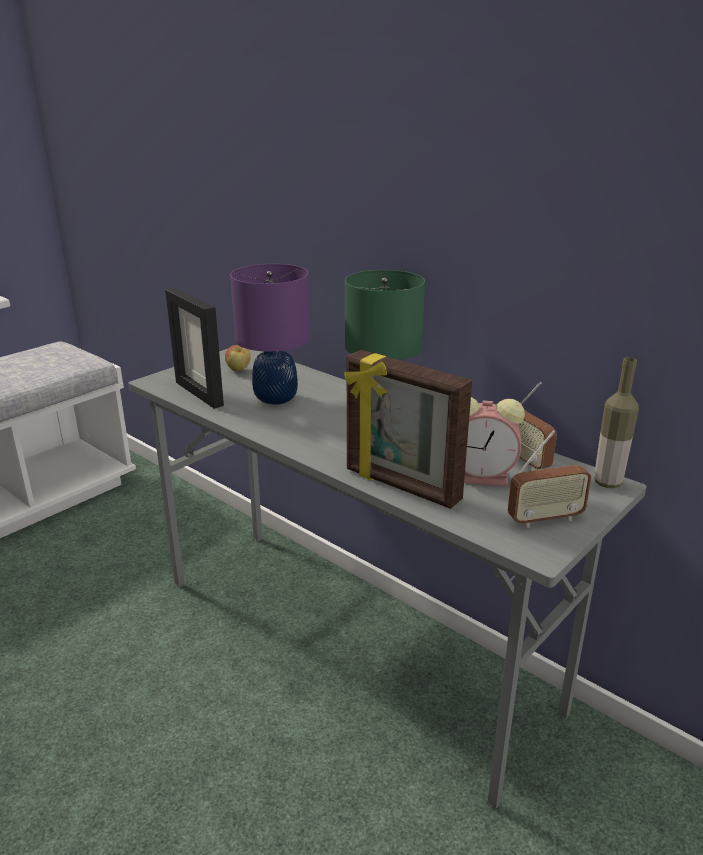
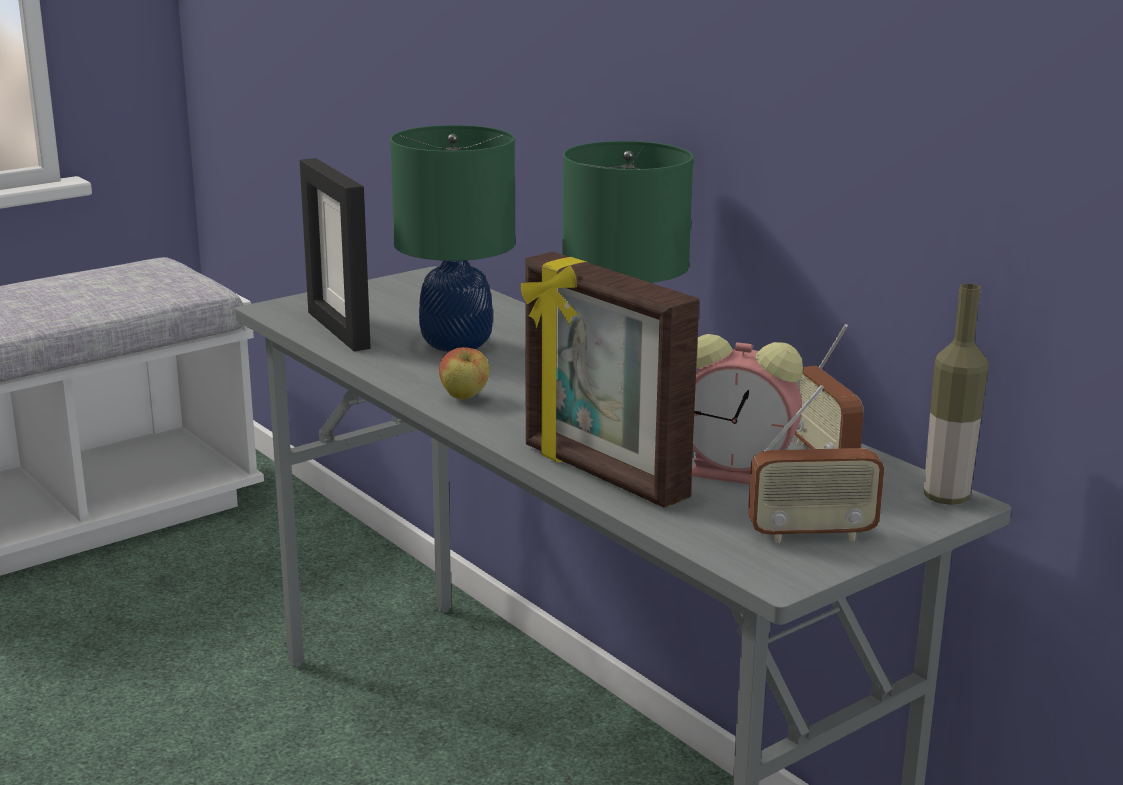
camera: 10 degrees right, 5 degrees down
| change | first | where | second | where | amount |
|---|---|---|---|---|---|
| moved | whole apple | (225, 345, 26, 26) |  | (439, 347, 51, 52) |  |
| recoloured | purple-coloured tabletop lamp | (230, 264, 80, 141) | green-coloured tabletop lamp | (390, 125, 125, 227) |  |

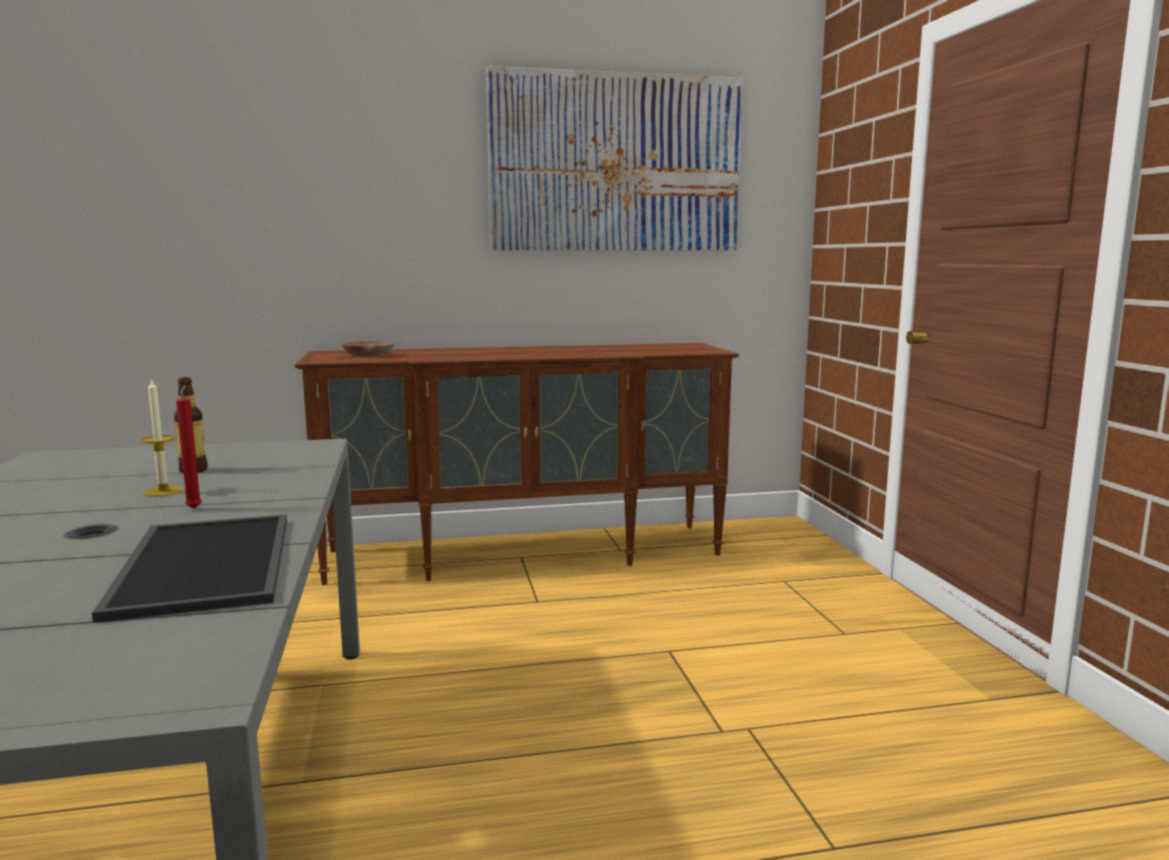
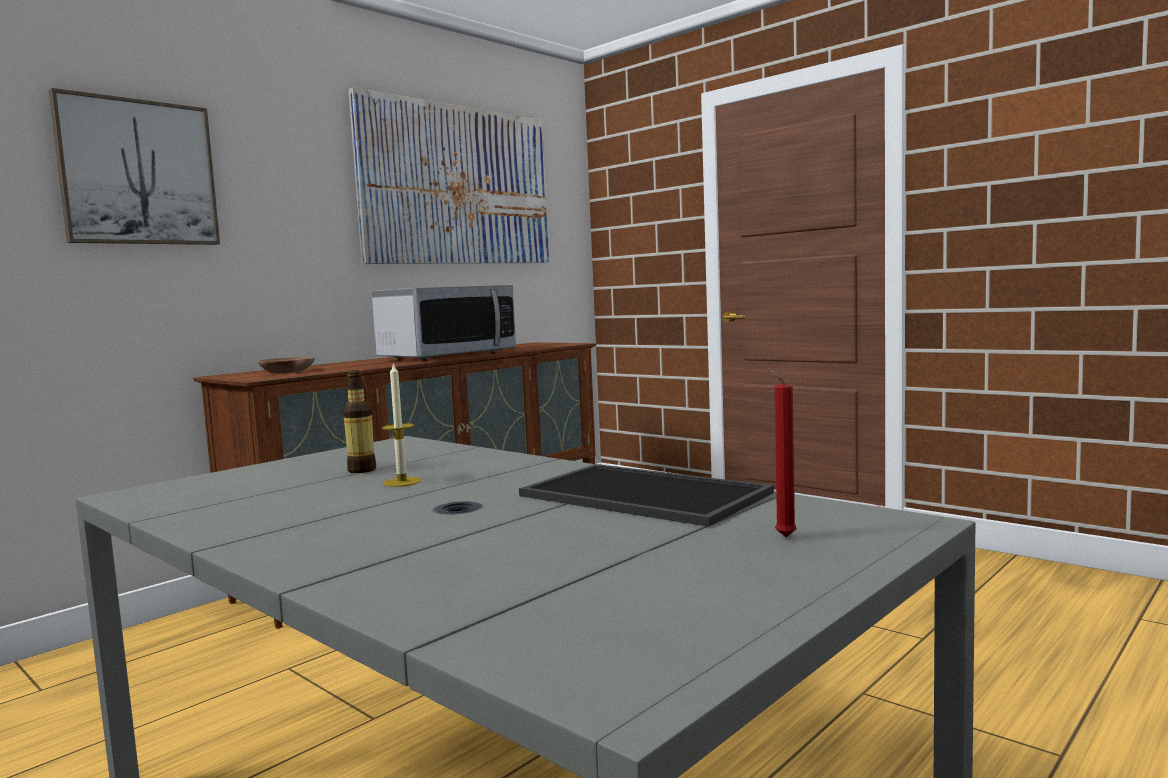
camera: 35 degrees left, 5 degrees down
| change | first | where | second | where | amount |
|---|---|---|---|---|---|
| added |  |  | wall art | (49, 88, 171, 157) |  |
| added |  |  | kitchen microwave | (372, 285, 144, 76) |  |
| moved | red-coloured wax light | (176, 385, 26, 124) |  | (767, 368, 30, 169) |  |

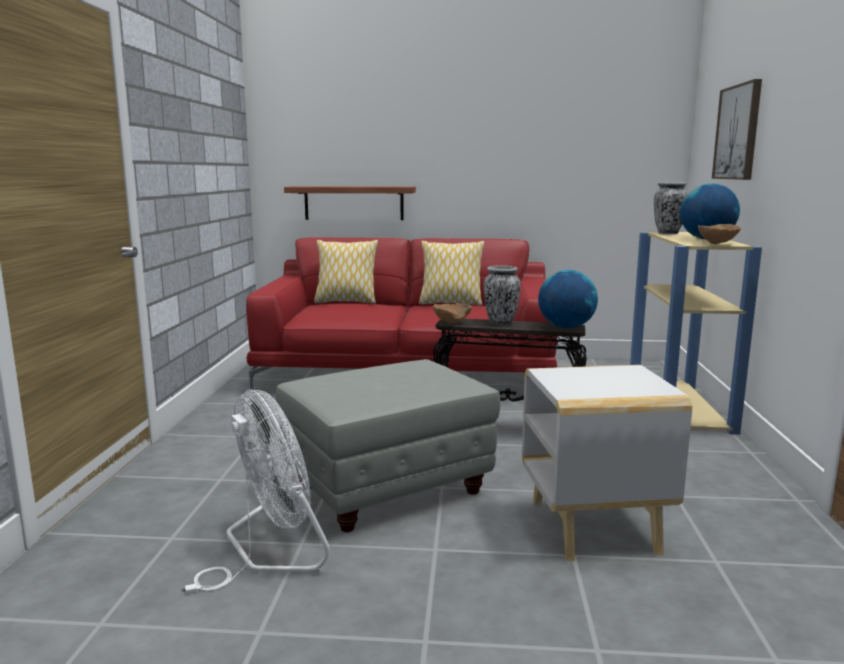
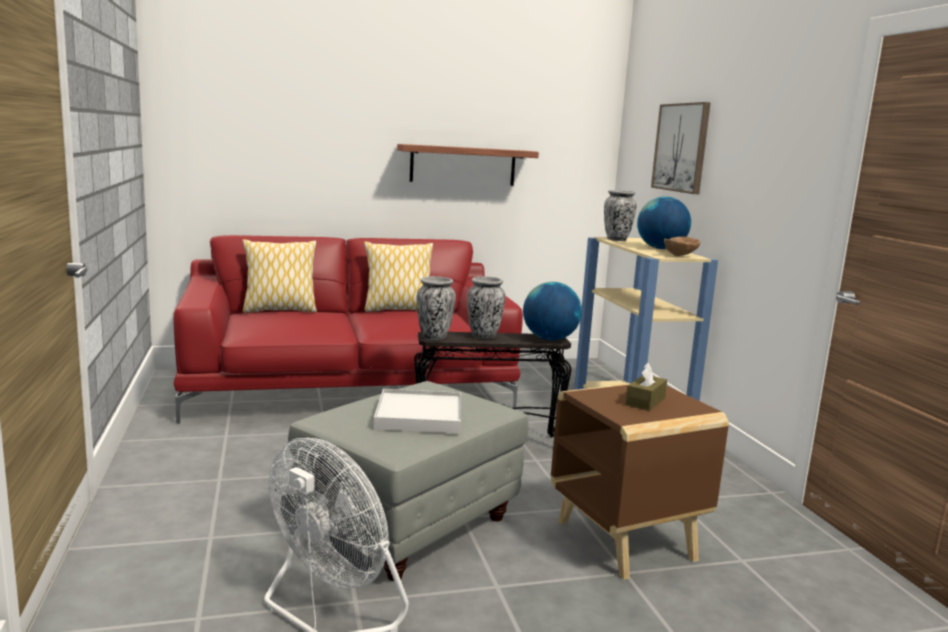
camera: 20 degrees left, 0 degrees up
| change | first | where | second | where | amount |
|---|---|---|---|---|---|
| added |  |  | whitish serving tray | (374, 389, 87, 45) |  |
| added |  |  | brownish tissue holder | (625, 363, 42, 48) |  |
| moved | bracket shelf | (284, 186, 132, 34) |  | (397, 144, 142, 42) |  |
| replaced | brownish bowl | (433, 303, 39, 21) | flower vase | (417, 276, 39, 64) |  |
| recoloured | whitish accent table | (522, 365, 170, 196) | brownish accent table | (551, 384, 178, 196) |  |

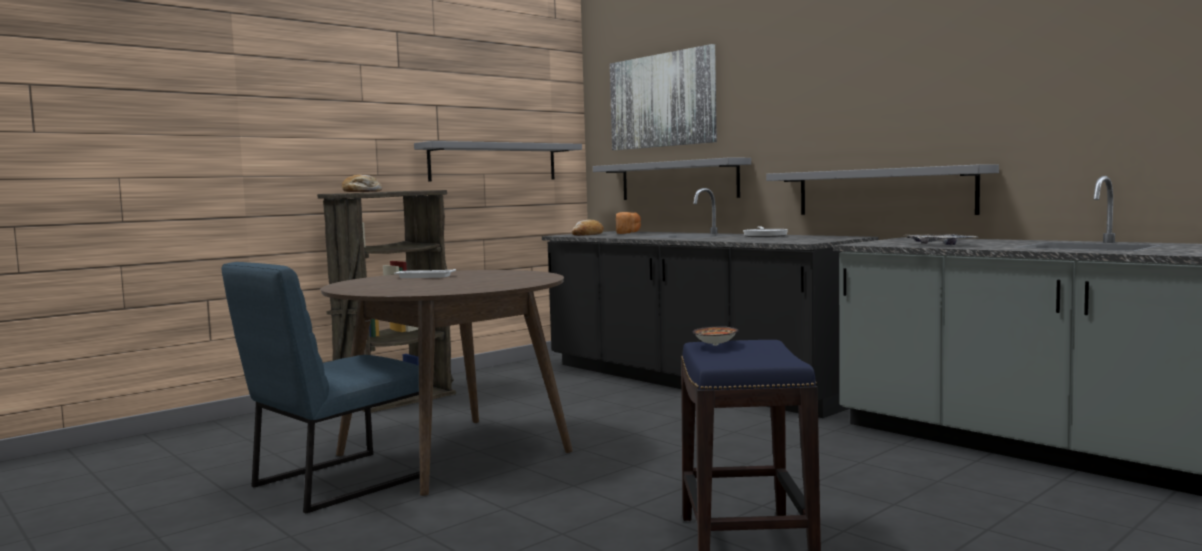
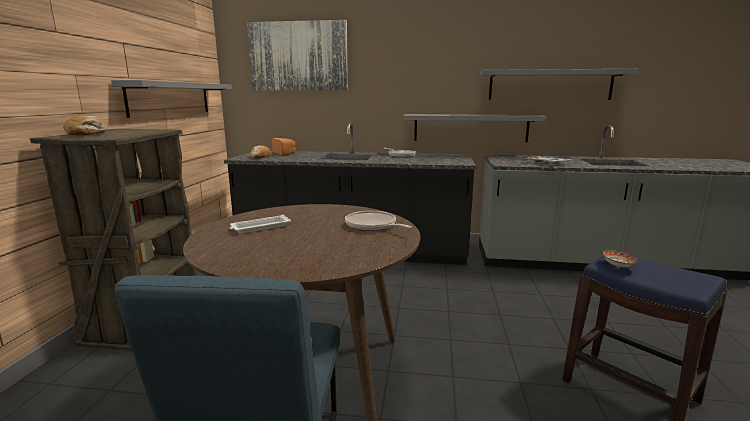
camera: 40 degrees left, 10 degrees up
| change | first | where | second | where | amount |
|---|---|---|---|---|---|
| added |  |  | skillet | (345, 211, 67, 20) |  |
| moved | greyish bracket shelf | (593, 158, 158, 42) |  | (480, 69, 158, 31) |  |

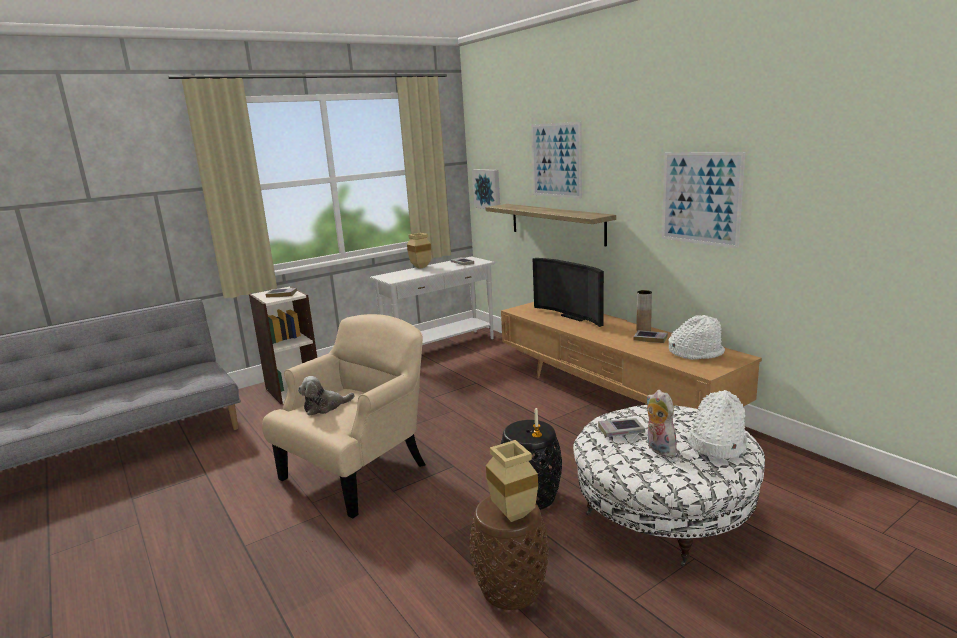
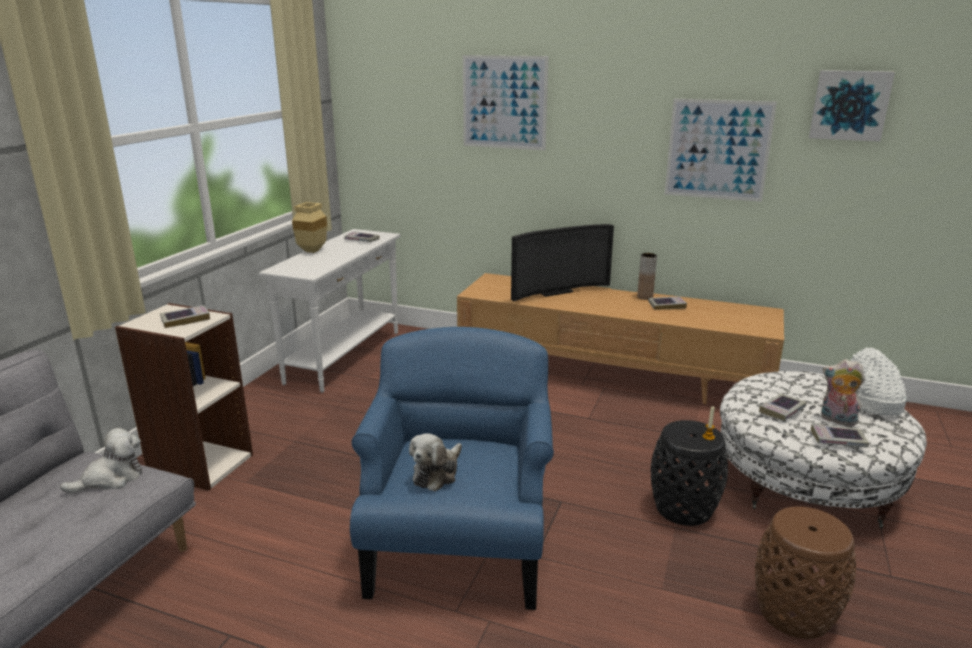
camera: 35 degrees left, 5 degrees up
| change | first | where | second | where | amount |
|---|---|---|---|---|---|
| removed | bracket shelf | (485, 204, 131, 42) |  |  |  |
| removed | sand-coloured flower vase | (486, 440, 52, 82) |  |  |  |
| removed | whitish clothing hat | (669, 315, 56, 45) |  |  |  |
| added |  |  | soft toy | (60, 428, 82, 66) |  |
| added |  |  | volume | (811, 423, 58, 25) |  |
| moved | wall art | (472, 169, 28, 40) |  | (809, 70, 86, 72) |  |
| recoloured | sand-coloured armchair | (262, 314, 164, 205) | blue armchair | (350, 327, 204, 283) |  |
| turned | television | (533, 258, 71, 69) |  | (511, 224, 103, 77) | 45 degrees counterclockwise |

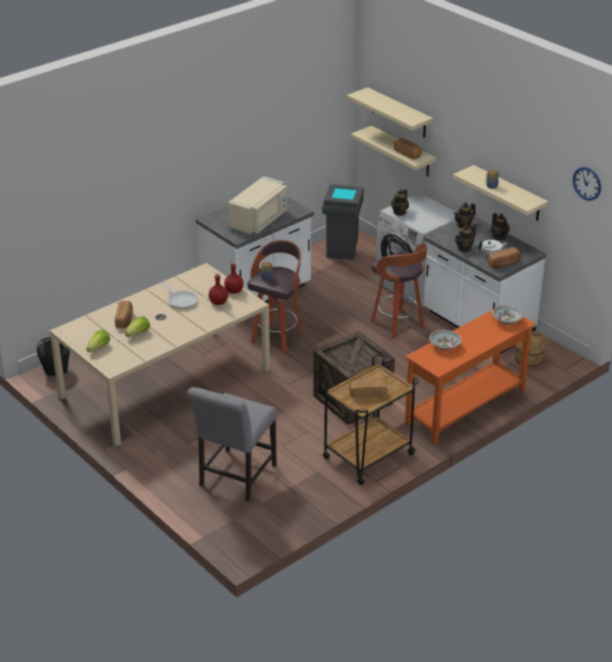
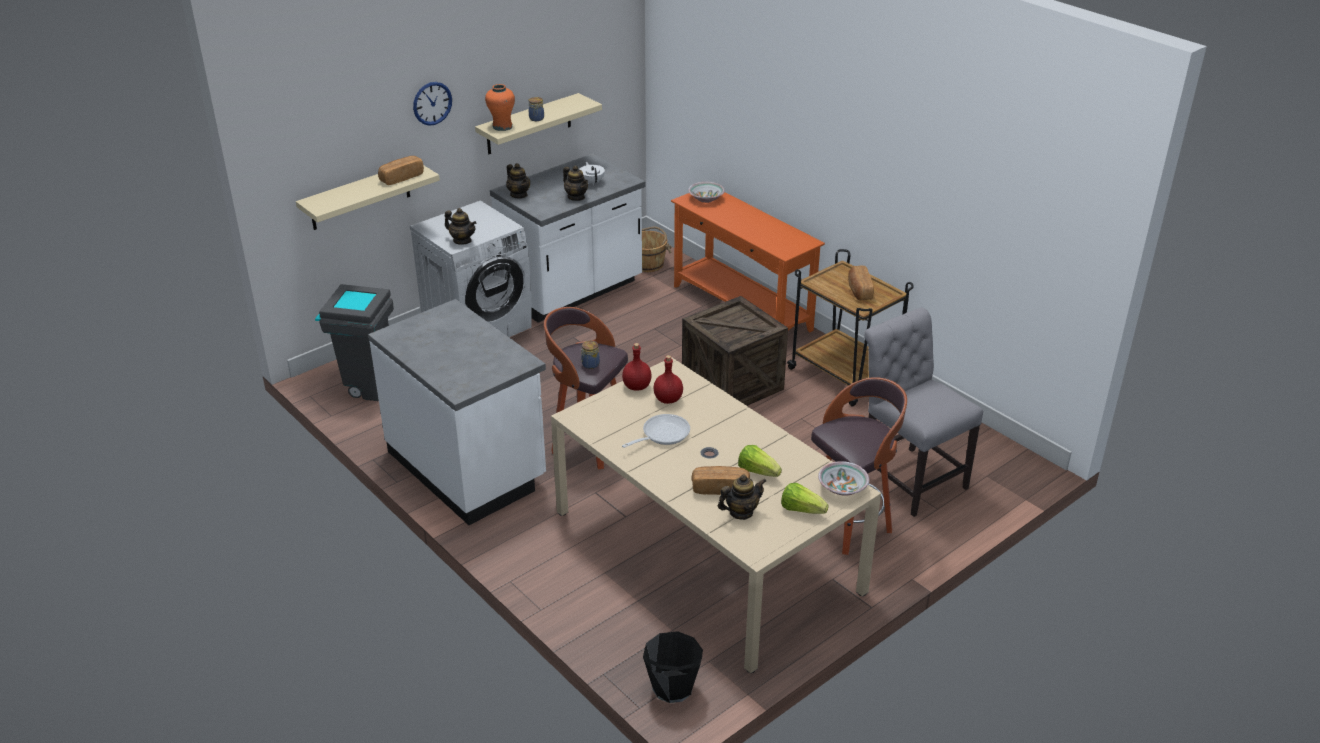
camera: 90 degrees left, 0 degrees up
| change | first | where | second | where | amount |
|---|---|---|---|---|---|
| removed | sand-coloured kitchen microwave | (228, 176, 59, 59) |  |  |  |
| removed | sand-coloured bracket shelf | (347, 87, 86, 51) |  |  |  |
| removed | bread | (488, 247, 33, 22) |  |  |  |
| added |  |  | orangey flower vase | (485, 84, 30, 47) |  |
| moved | stool | (371, 243, 56, 96) |  | (811, 377, 96, 178) |  |
| moved | bowl | (429, 330, 32, 20) |  | (818, 461, 52, 35) |  |
| moved | teapot | (491, 213, 19, 27) |  | (718, 474, 49, 46) |  |
| moved | hanging clock | (573, 167, 28, 34) |  | (413, 82, 39, 44) |  |
| turned | greyish upright chair | (187, 387, 90, 114) |  | (864, 308, 119, 209) | 150 degrees counterclockwise |

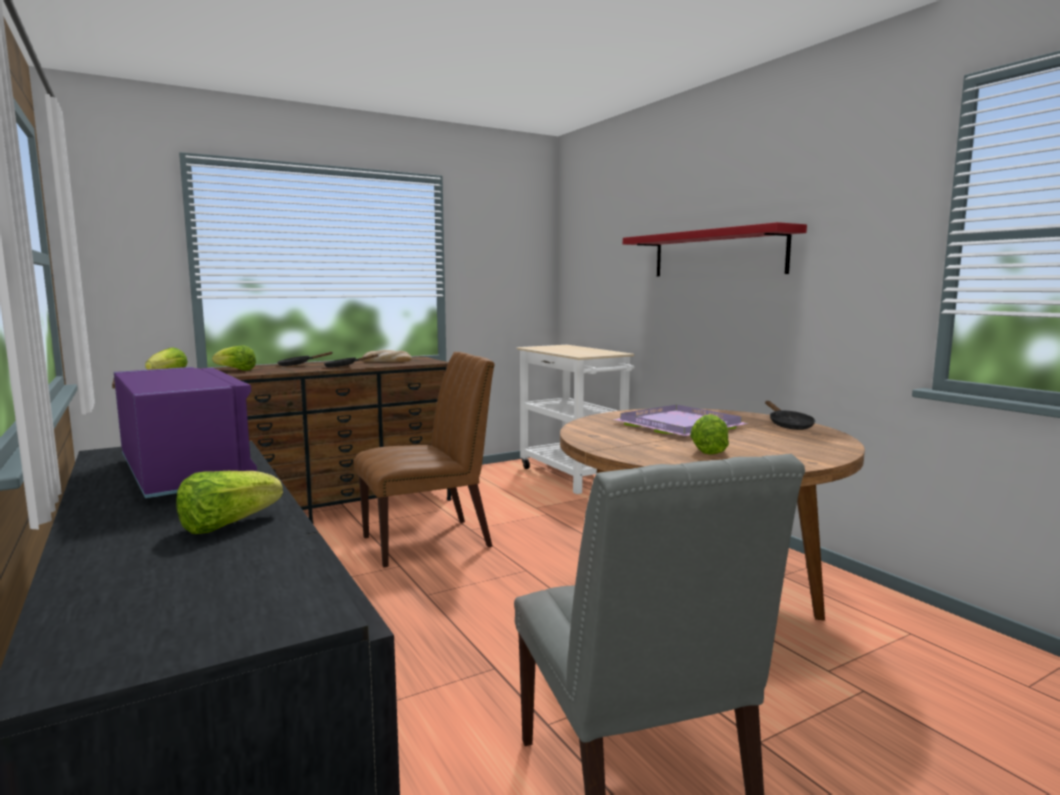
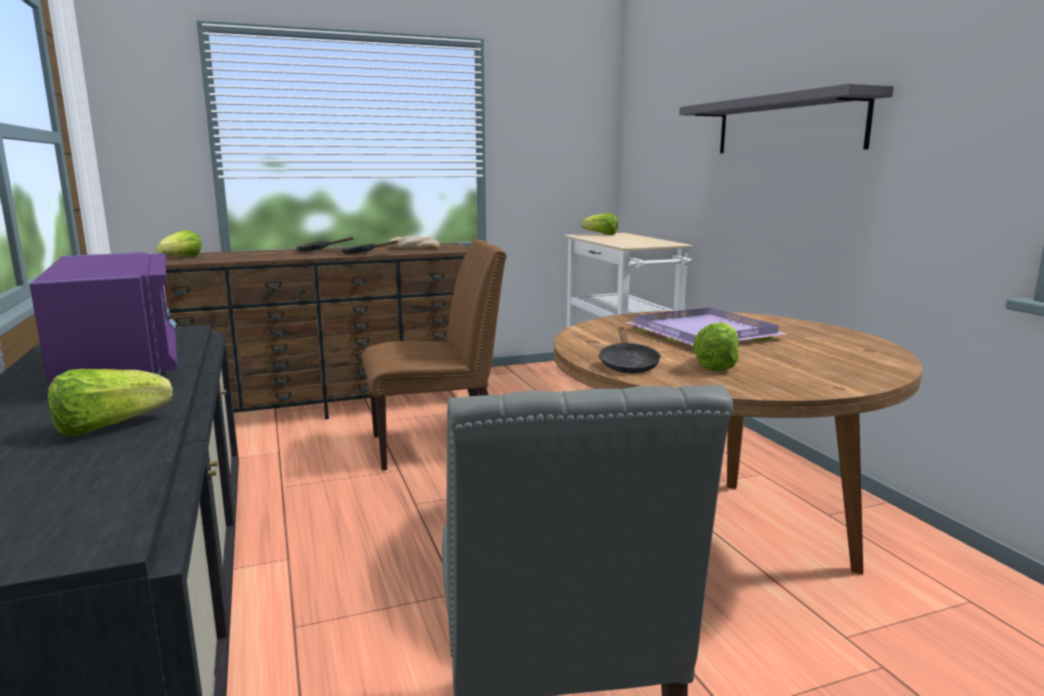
camera: 10 degrees right, 5 degrees up
| change | first | where | second | where | amount |
|---|---|---|---|---|---|
| moved | head of lettuce | (212, 345, 44, 26) |  | (581, 213, 37, 22) |  |
| moved | black skillet | (765, 401, 50, 29) |  | (598, 327, 63, 46) |  |
| recoloured | red-coloured bracket shelf | (623, 222, 184, 54) | greyish bracket shelf | (679, 83, 215, 70) |  |

